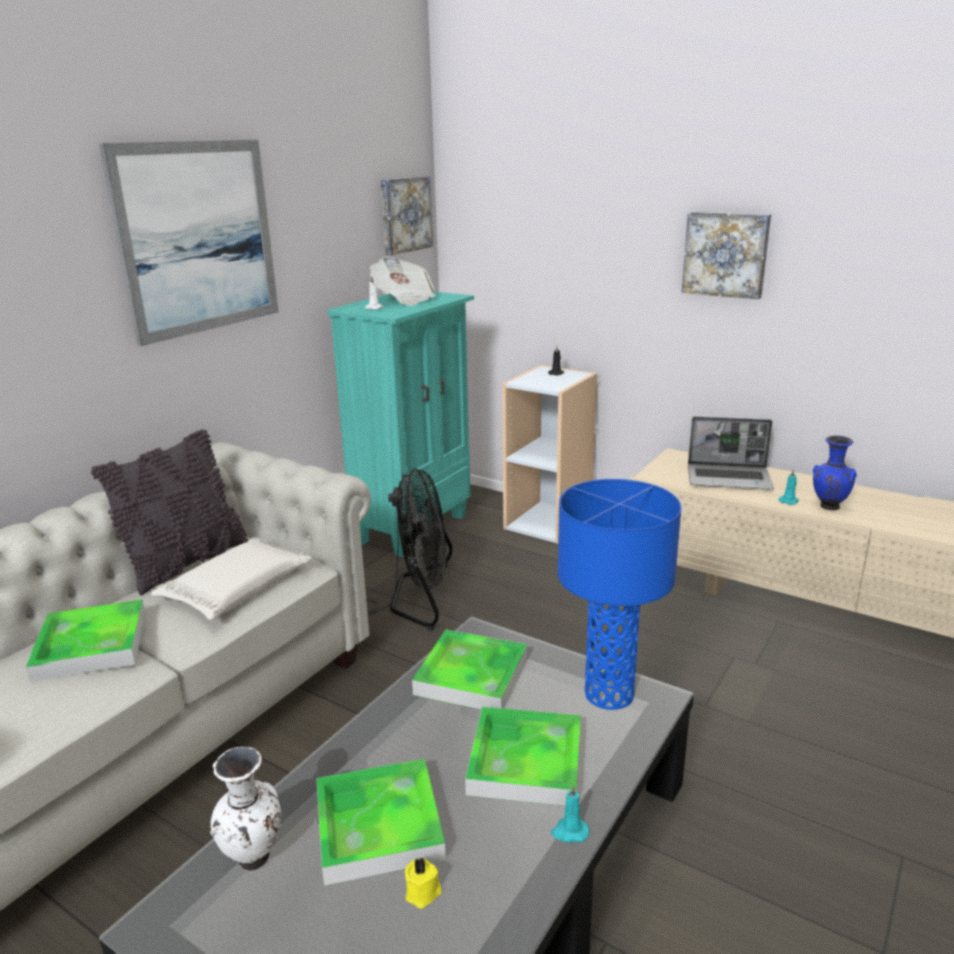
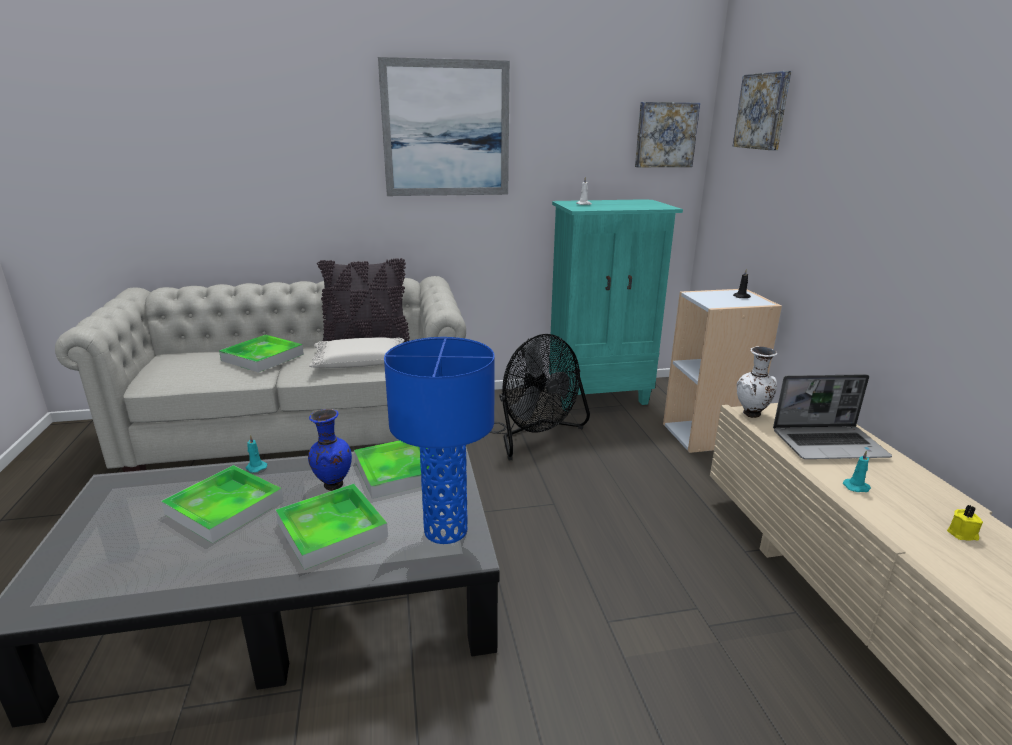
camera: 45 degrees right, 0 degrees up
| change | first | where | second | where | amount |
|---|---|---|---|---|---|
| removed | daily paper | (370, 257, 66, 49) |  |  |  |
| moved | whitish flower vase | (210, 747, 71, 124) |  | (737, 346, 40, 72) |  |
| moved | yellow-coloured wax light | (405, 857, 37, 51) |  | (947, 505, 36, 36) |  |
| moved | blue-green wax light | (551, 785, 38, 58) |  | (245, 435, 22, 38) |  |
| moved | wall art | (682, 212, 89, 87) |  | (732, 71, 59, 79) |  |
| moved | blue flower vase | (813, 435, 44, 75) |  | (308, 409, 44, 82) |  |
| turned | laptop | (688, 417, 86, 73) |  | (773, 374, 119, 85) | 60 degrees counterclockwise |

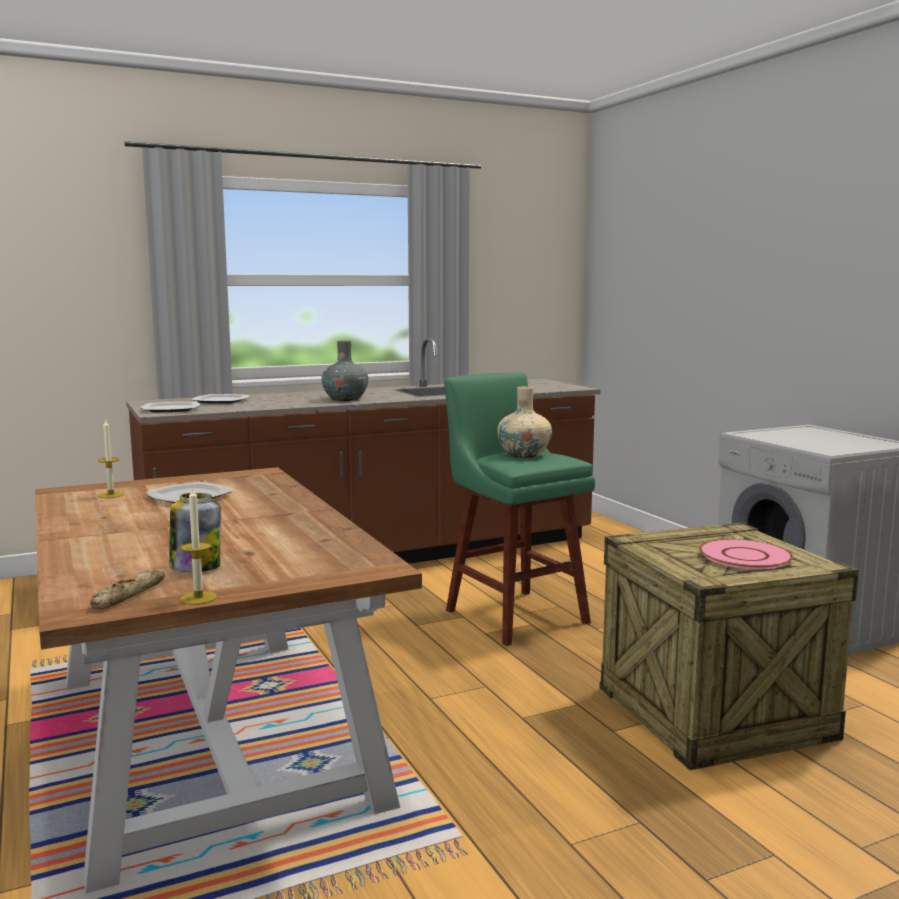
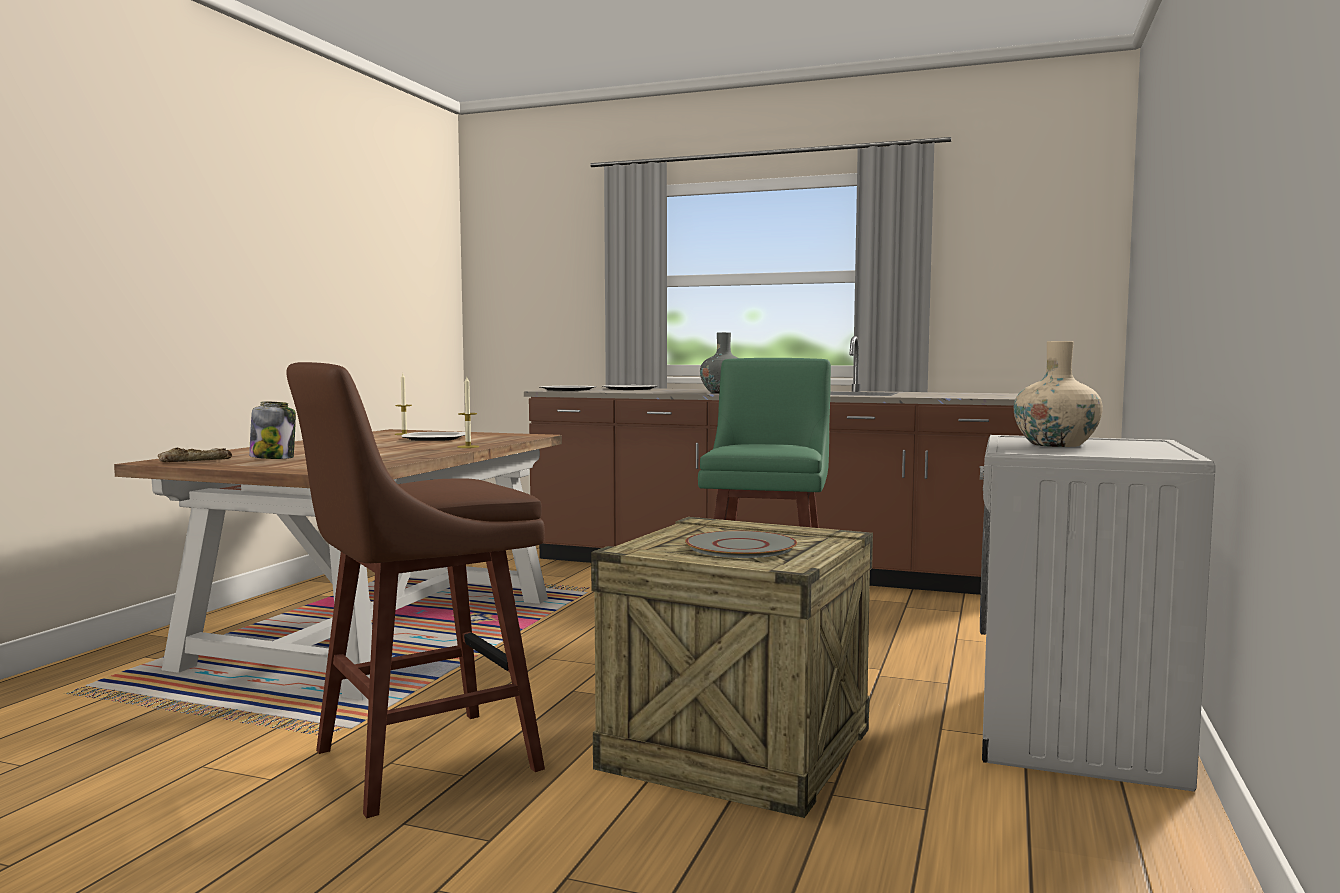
camera: 45 degrees right, 5 degrees down
| change | first | where | second | where | amount |
|---|---|---|---|---|---|
| added |  |  | brownish stool | (286, 362, 259, 456) |  |
| moved | wax light | (180, 486, 37, 119) |  | (457, 377, 22, 71) |  |
| moved | sand-coloured flower vase | (497, 386, 55, 72) |  | (1014, 341, 89, 106) |  |
| recoloured | pink flat dish | (699, 539, 94, 30) | greyish flat dish | (685, 531, 112, 27) |  |

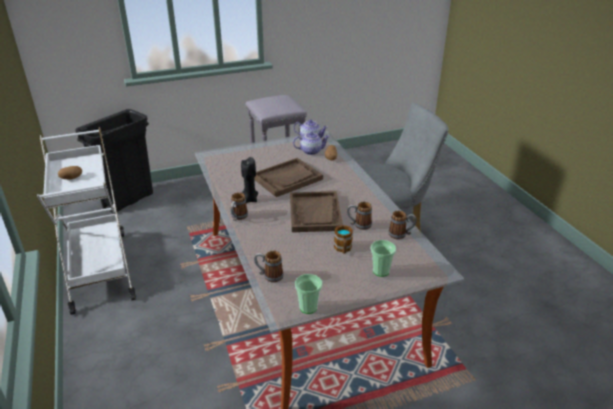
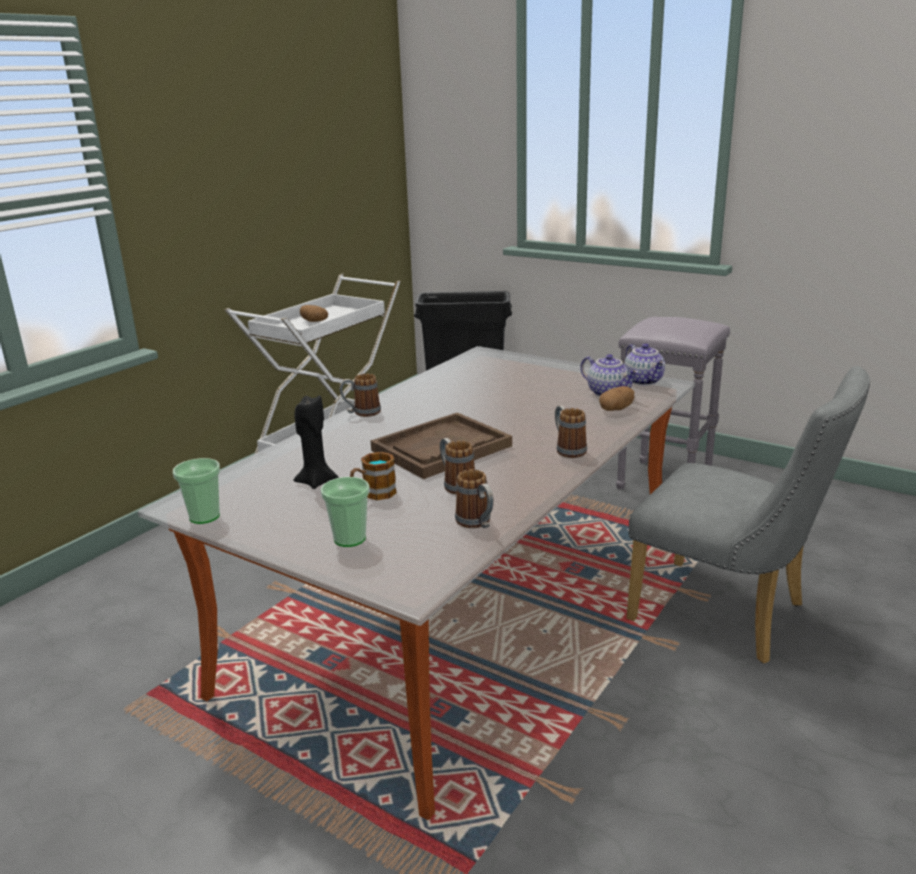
camera: 55 degrees right, 10 degrees down
| change | first | where | second | where | amount |
|---|---|---|---|---|---|
| removed | brownish serving tray | (254, 158, 69, 39) |  |  |  |
| moved | black wax light | (241, 157, 17, 46) |  | (293, 395, 46, 94) |  |
| moved | mug | (254, 251, 30, 31) |  | (555, 405, 32, 53) |  |

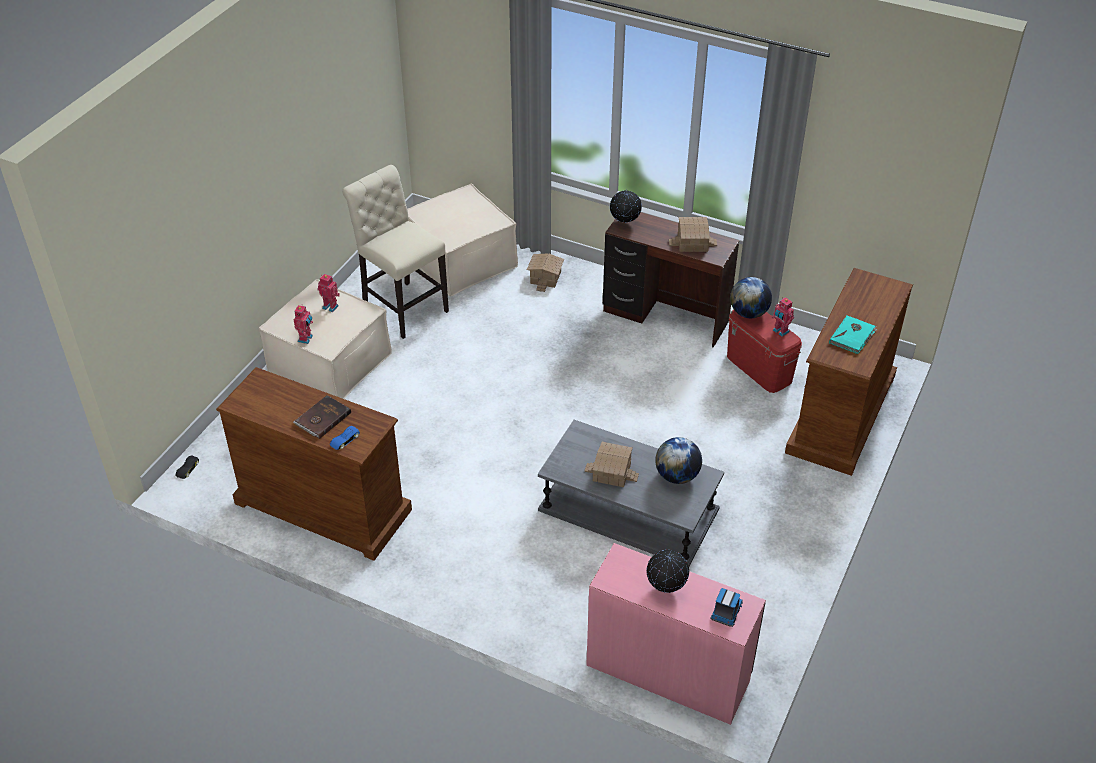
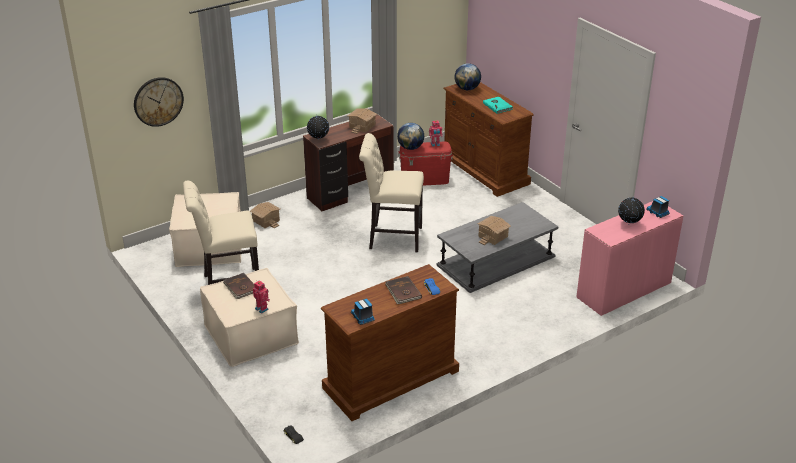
camera: 60 degrees left, 10 degrees down
| change | first | where | second | where | amount |
|---|---|---|---|---|---|
| added |  |  | hanging clock | (134, 77, 50, 50) |  |
| added |  |  | model truck | (351, 299, 24, 26) |  |
| added |  |  | sand-coloured stool | (359, 133, 65, 119) |  |
| moved | globe | (655, 437, 47, 47) |  | (454, 63, 27, 27) |  |
| replaced | toy robot | (317, 274, 23, 38) | brownish volume | (223, 273, 32, 26) |  |

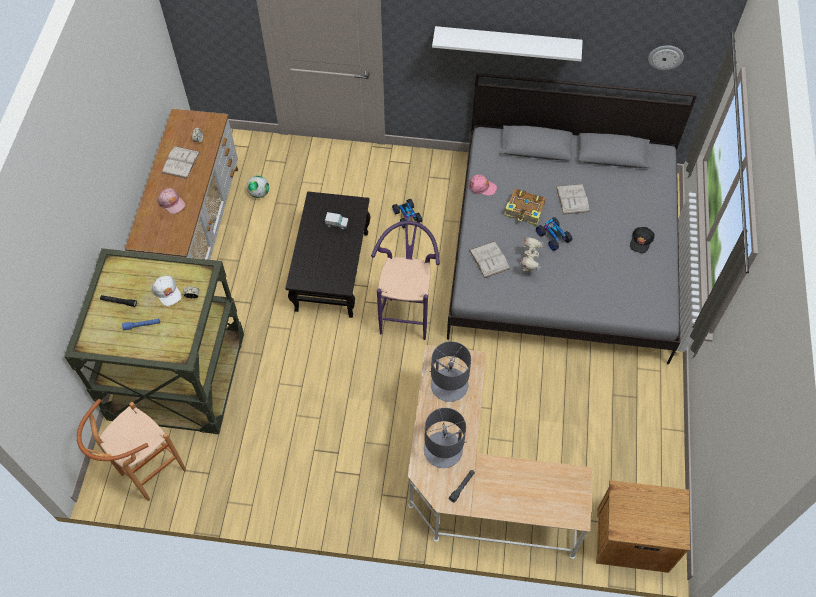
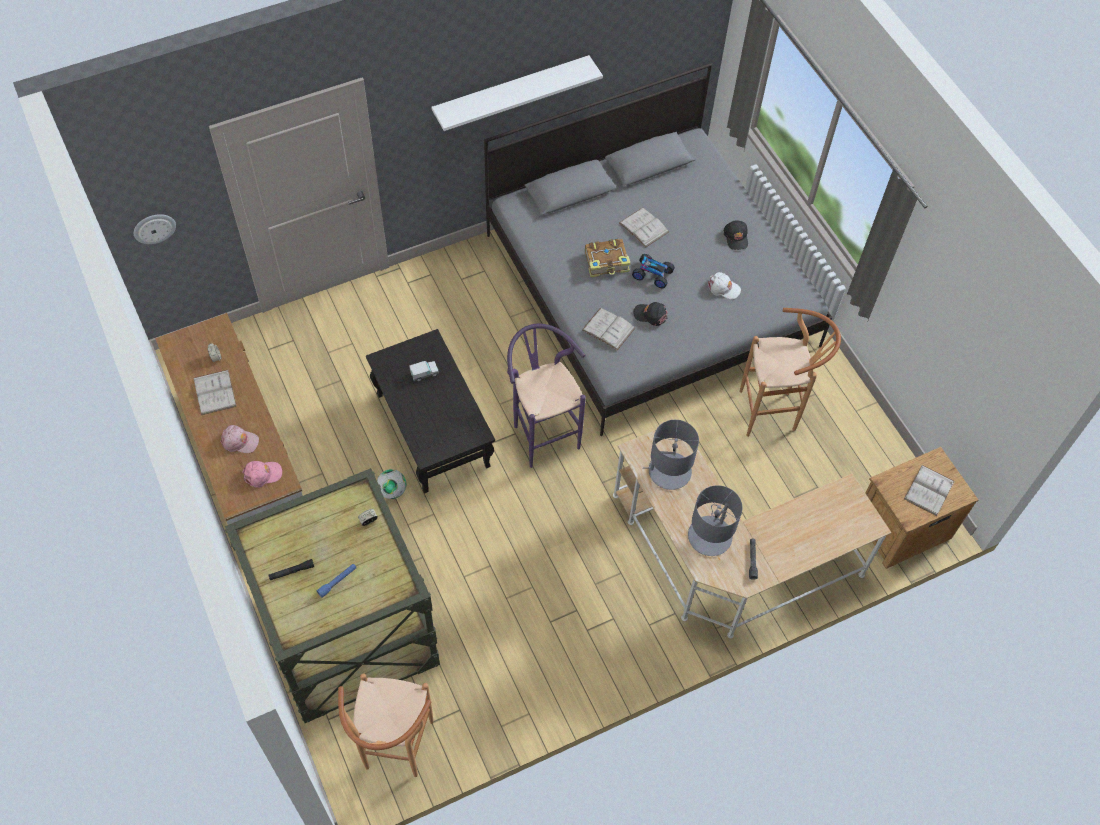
camera: 35 degrees left, 0 degrees up
| change | first | where | second | where | amount |
|---|---|---|---|---|---|
| removed | toy car | (392, 199, 30, 29) |  |  |  |
| added |  |  | brownish stool | (740, 308, 101, 129) |  |
| added |  |  | whitish volume | (904, 465, 51, 51) |  |
| moved | whitish baseball cap | (152, 276, 30, 30) |  | (708, 272, 33, 27) |  |
| moved | football ball | (247, 175, 22, 23) |  | (377, 469, 29, 30) |  |
| moved | pink baseball cap | (469, 174, 28, 22) |  | (243, 461, 39, 27) |  |
| moved | hanging clock | (648, 45, 36, 25) |  | (134, 214, 42, 30) |  |
| replaced | toy robot | (520, 237, 23, 35) | black baseball cap | (634, 302, 34, 24) |  |

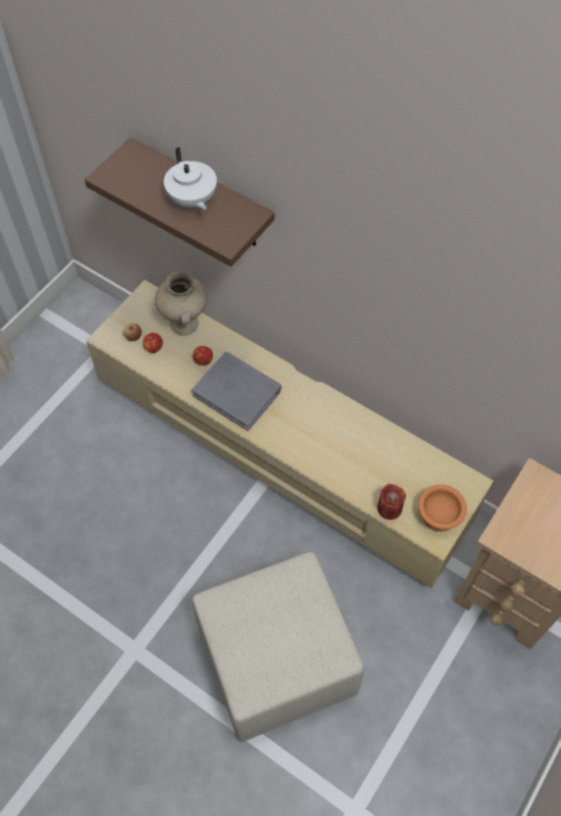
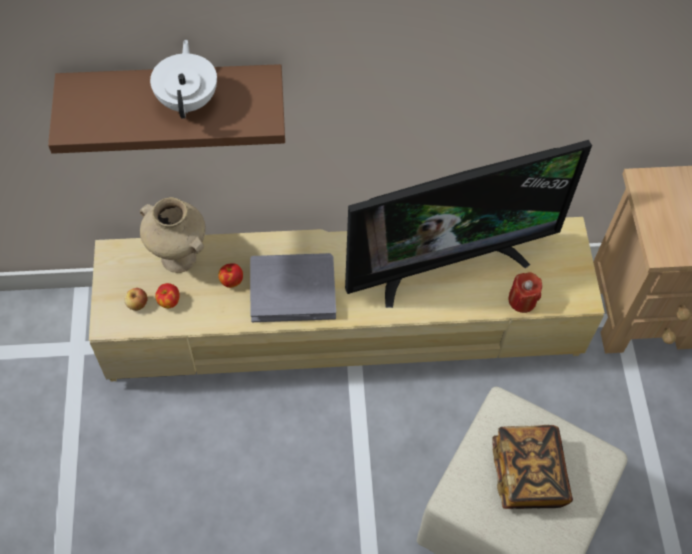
camera: 40 degrees left, 0 degrees up
| change | first | where | second | where | amount |
|---|---|---|---|---|---|
| removed | orangey bowl | (418, 485, 49, 47) |  |  |  |
| added |  |  | television | (345, 140, 247, 168) |  |
| added |  |  | volume | (492, 425, 81, 84) |  |
| turned | whitish teapot | (164, 147, 53, 63) |  | (150, 40, 67, 79) | 120 degrees counterclockwise |

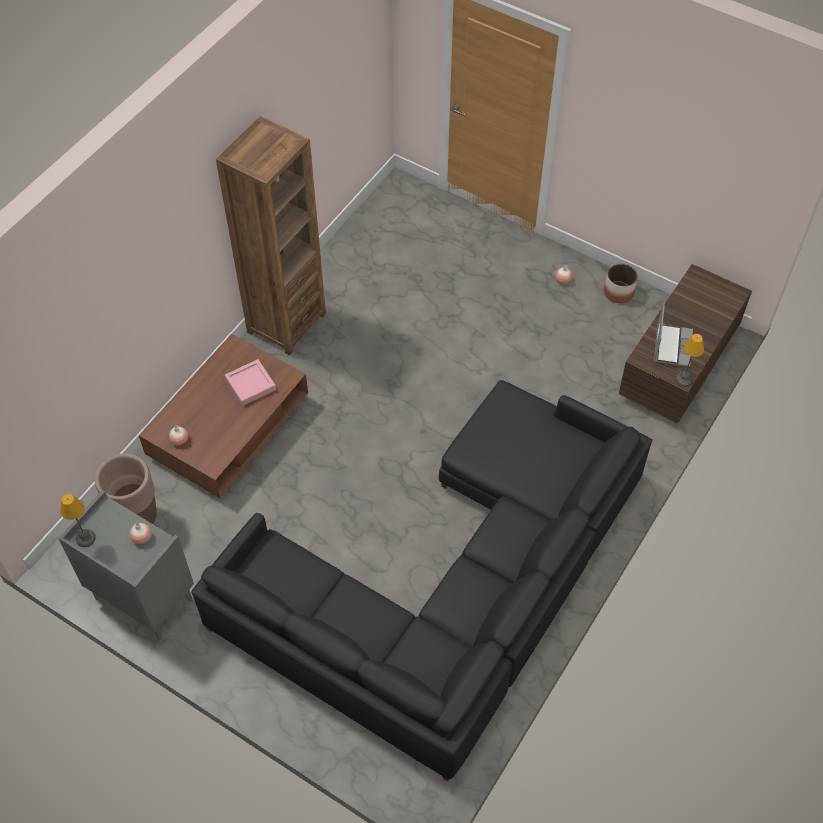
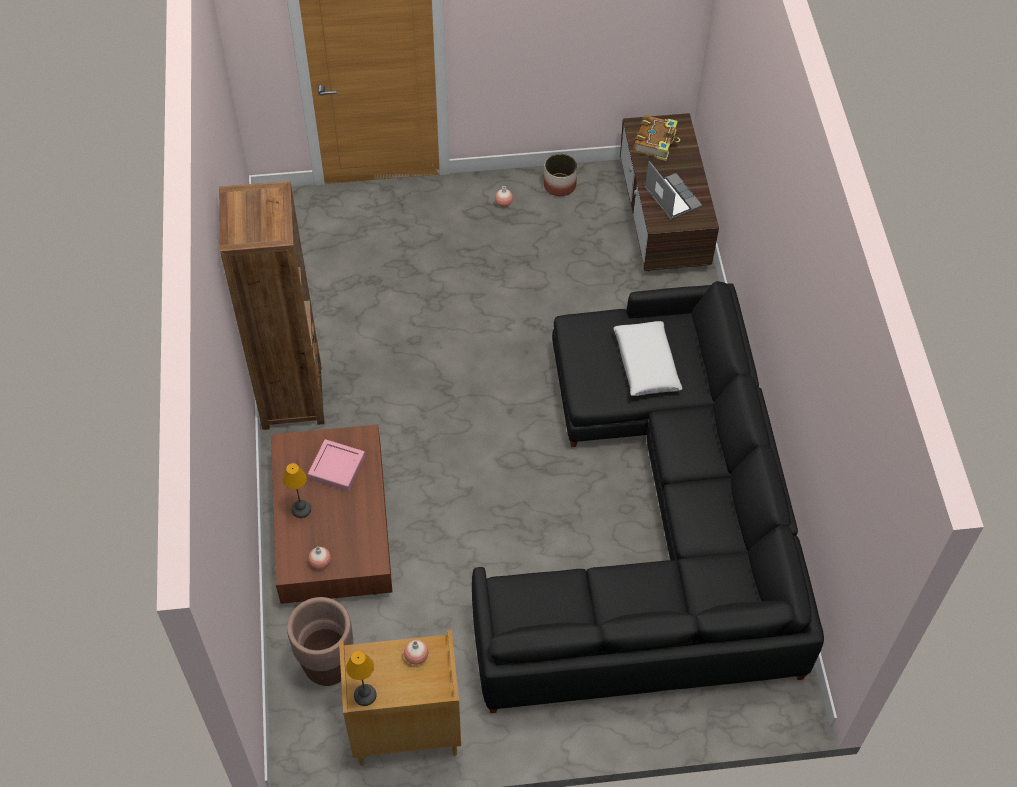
camera: 40 degrees left, 0 degrees up
| change | first | where | second | where | amount |
|---|---|---|---|---|---|
| added |  |  | whitish cushion | (613, 321, 70, 75) |  |
| added |  |  | volume | (633, 115, 47, 46) |  |
| moved | tabletop lamp | (675, 334, 29, 53) |  | (283, 463, 28, 55) |  |
| recoloured | greyish storage cabinet | (58, 490, 136, 150) | brownish storage cabinet | (339, 630, 122, 136) |  |

